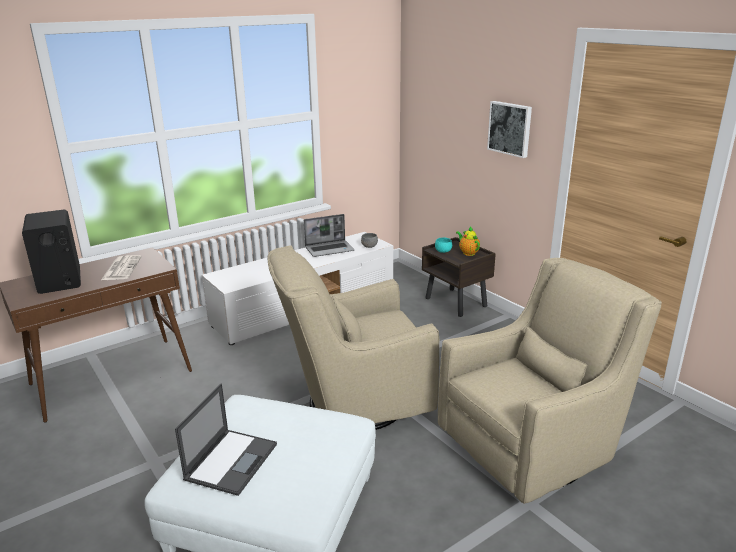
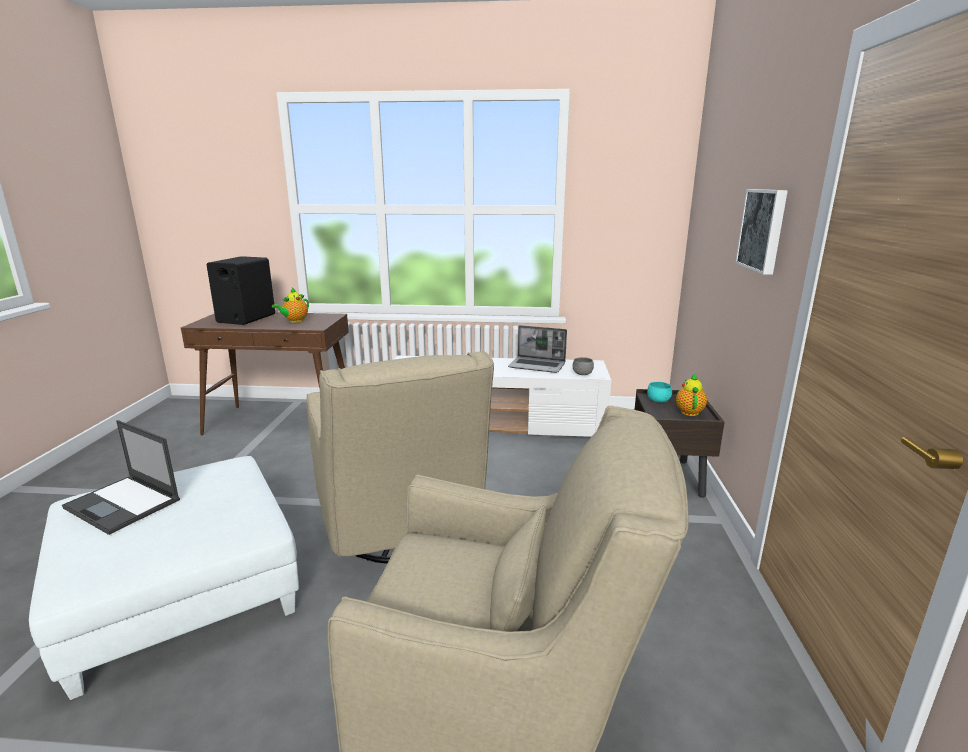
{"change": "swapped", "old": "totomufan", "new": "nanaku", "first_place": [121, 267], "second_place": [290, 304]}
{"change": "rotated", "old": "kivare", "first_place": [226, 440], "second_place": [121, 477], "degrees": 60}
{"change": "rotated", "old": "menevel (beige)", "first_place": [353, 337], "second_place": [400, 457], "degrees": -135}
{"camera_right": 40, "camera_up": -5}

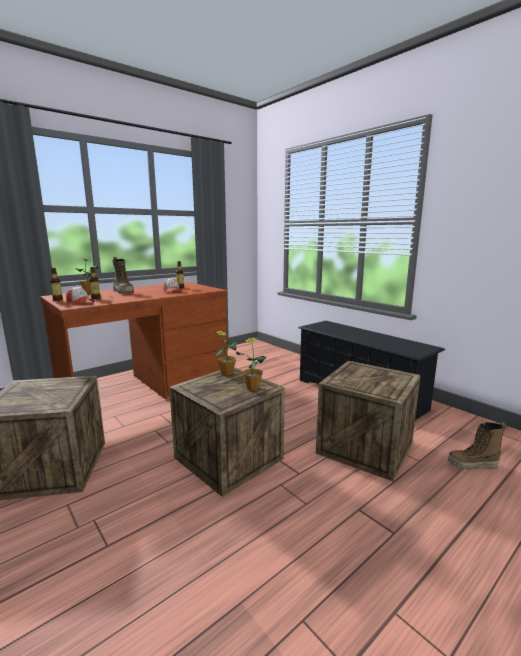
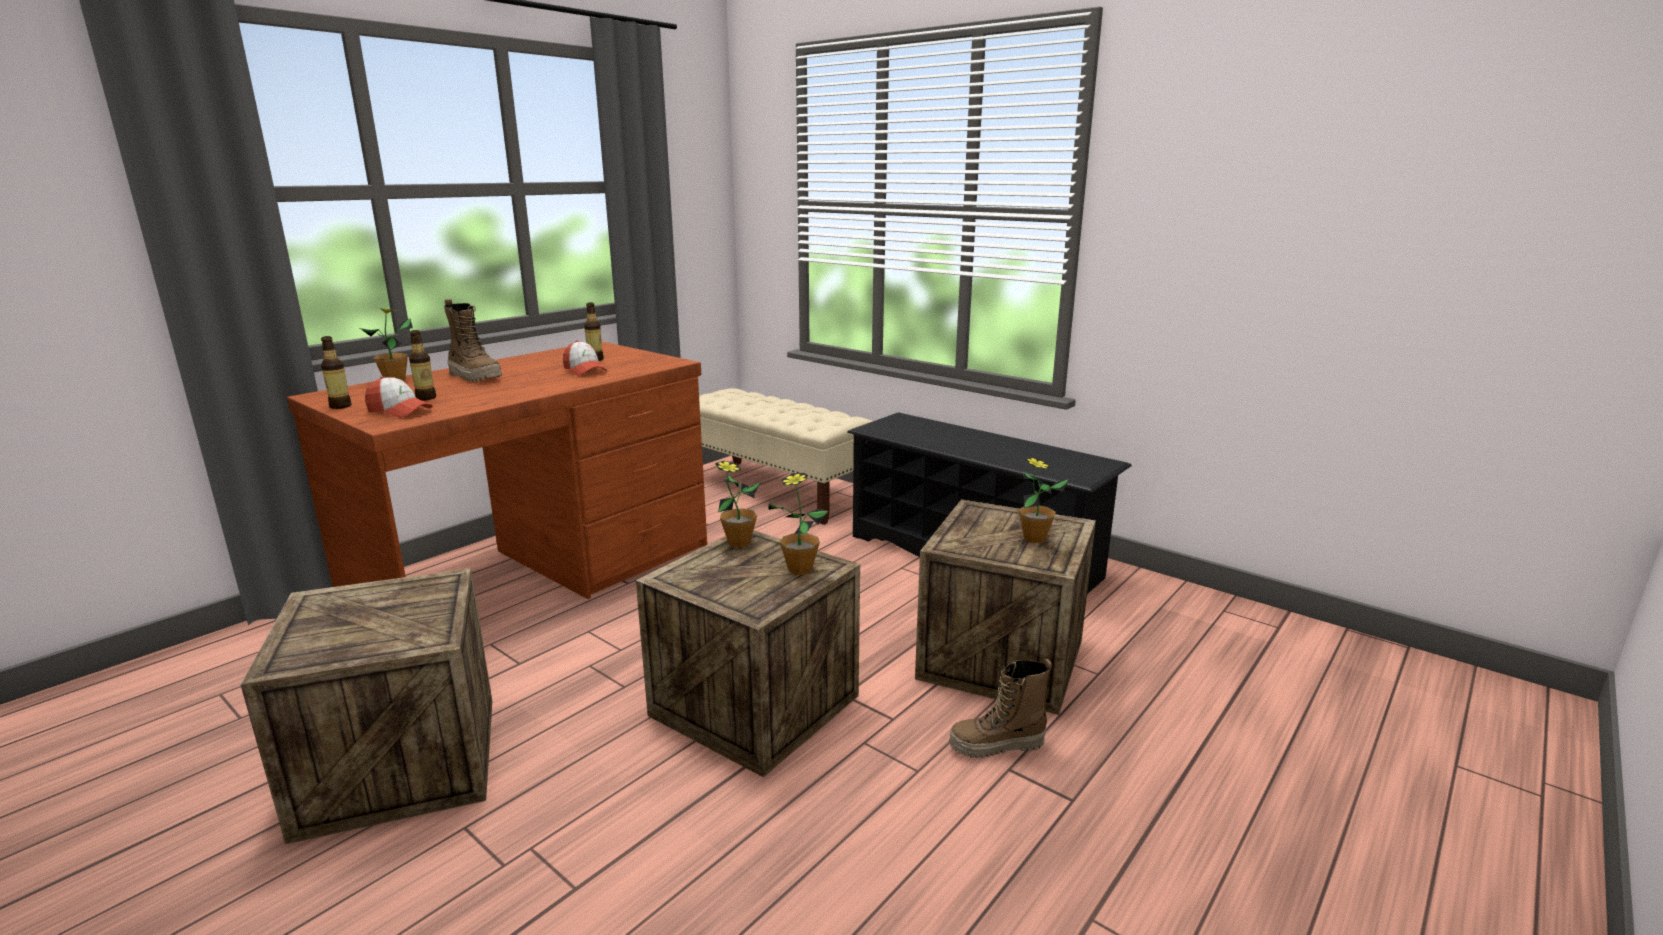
{"change": "shifted", "old": "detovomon", "first_place": [477, 446], "second_place": [1000, 708]}
{"change": "new", "new": "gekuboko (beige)", "second_place": [786, 456]}
{"change": "new", "new": "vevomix", "second_place": [1043, 500]}
{"camera_right": -10, "camera_up": 5}

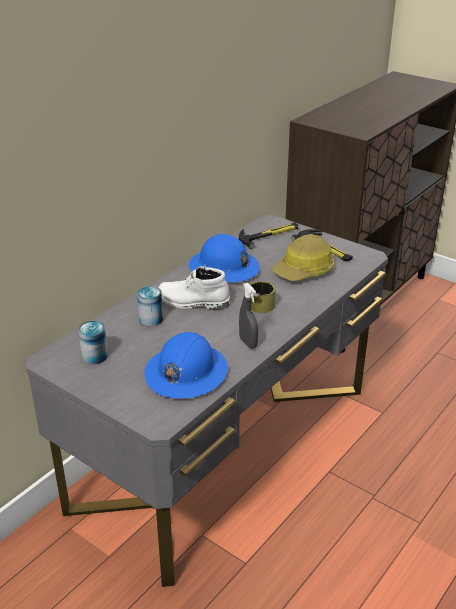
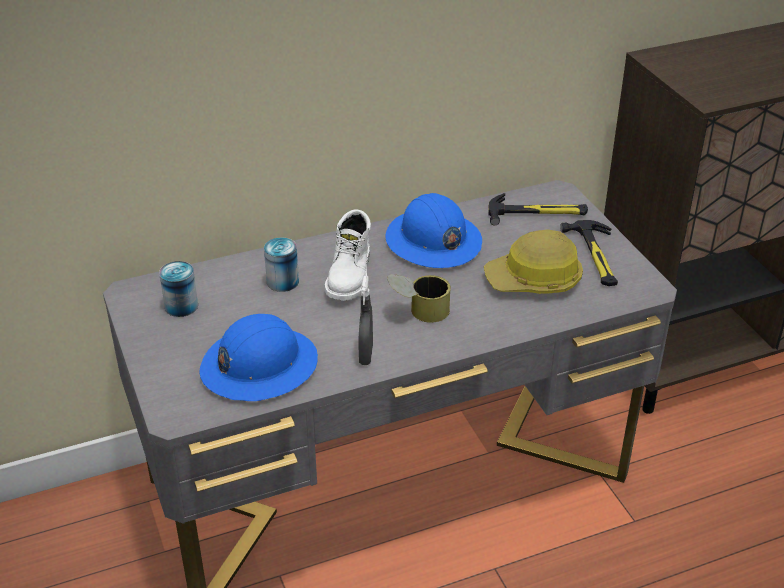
{"change": "rotated", "old": "detovomon (white)", "first_place": [194, 288], "second_place": [348, 255], "degrees": -120}
{"camera_right": 30, "camera_up": 5}

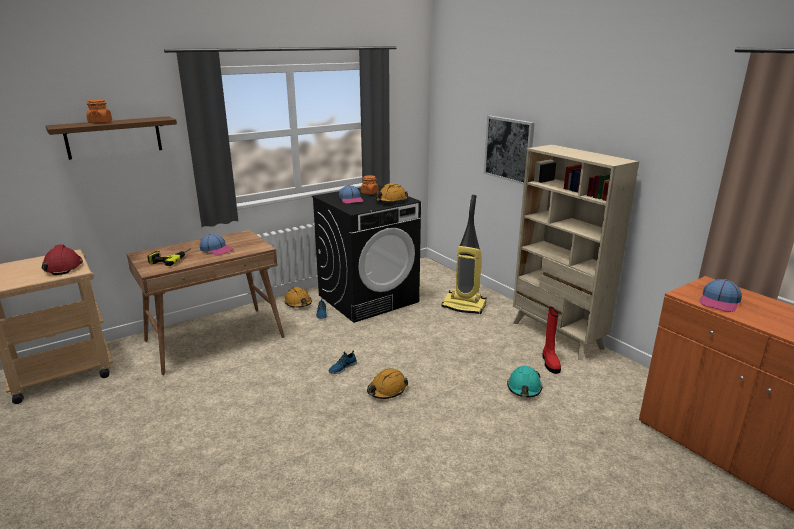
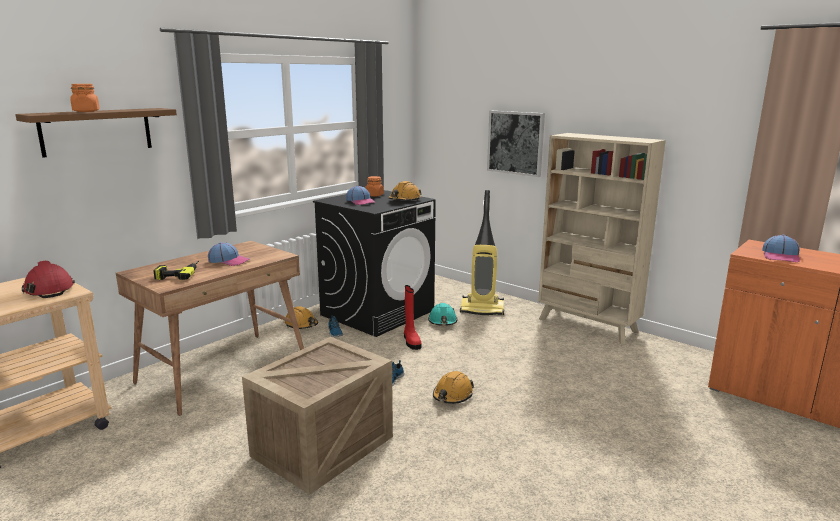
{"change": "shifted", "old": "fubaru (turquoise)", "first_place": [525, 381], "second_place": [443, 314]}
{"change": "shifted", "old": "detovomon (red)", "first_place": [551, 340], "second_place": [412, 317]}
{"change": "new", "new": "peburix", "second_place": [317, 416]}
{"camera_right": -15, "camera_up": -5}

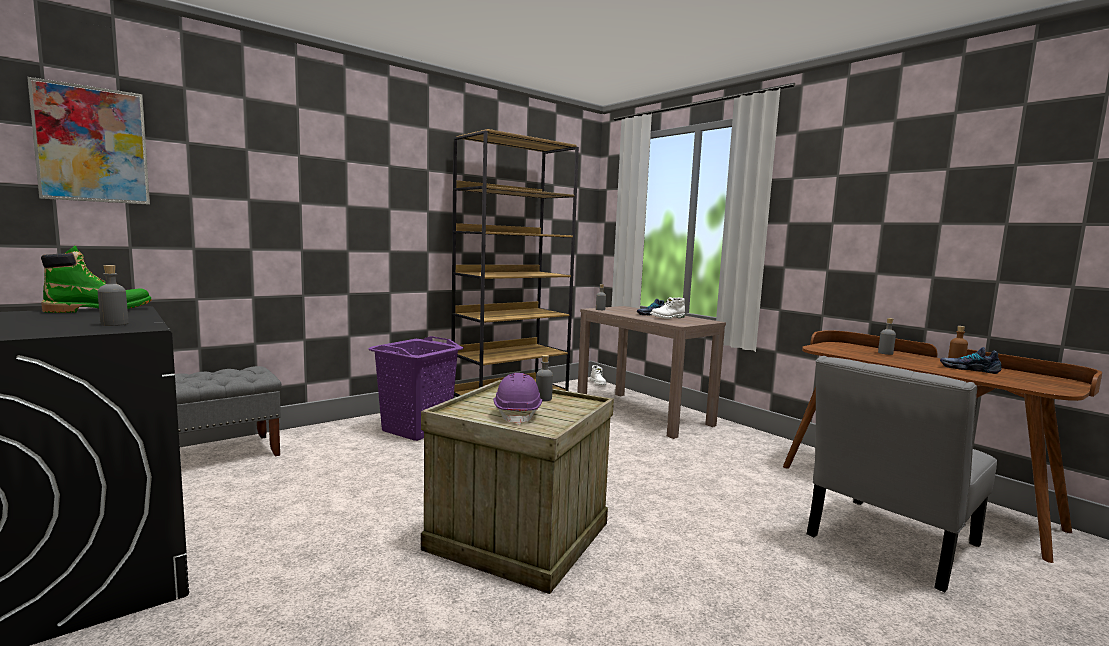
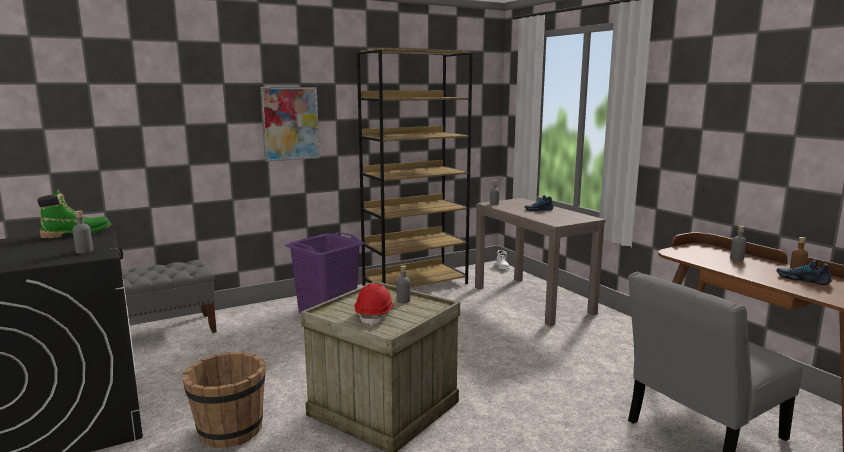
{"change": "shifted", "old": "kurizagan", "first_place": [88, 141], "second_place": [290, 124]}
{"change": "repainted", "old": "fubaru (purple)", "new": "fubaru (red)", "first_place": [518, 399], "second_place": [374, 304]}
{"change": "gone", "old": "detovomon (white)", "first_place": [667, 308]}
{"change": "new", "new": "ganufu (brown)", "second_place": [224, 400]}
{"camera_right": 10, "camera_up": 5}

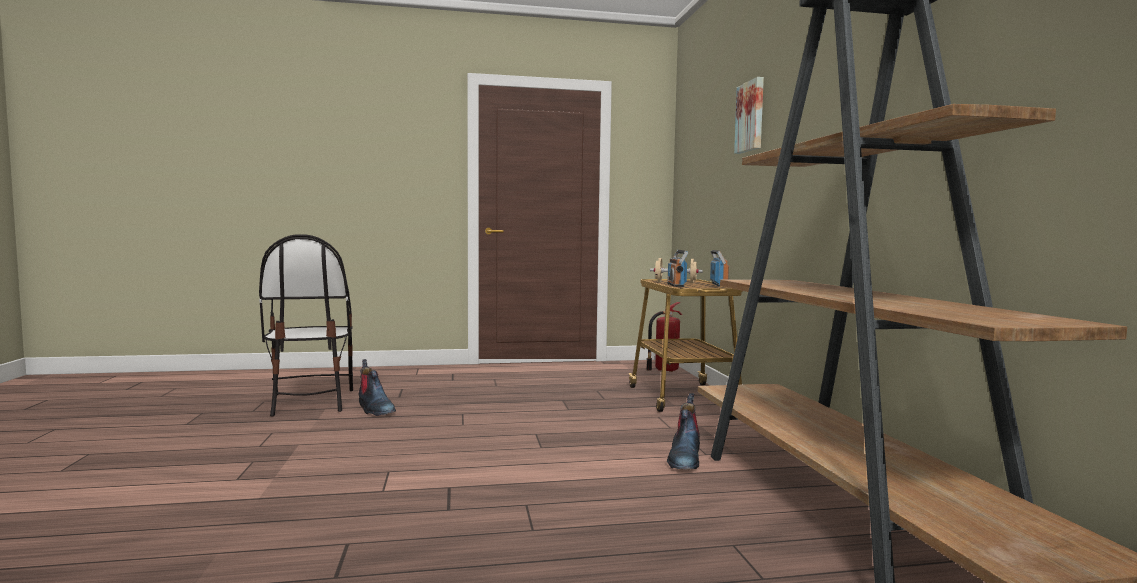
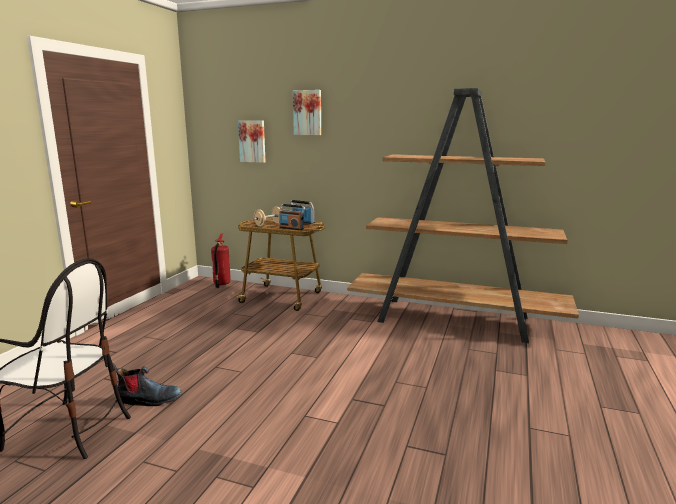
{"change": "gone", "old": "detovomon", "first_place": [683, 431]}
{"change": "new", "new": "kurizagan", "second_place": [252, 141]}
{"camera_right": -60, "camera_up": 10}

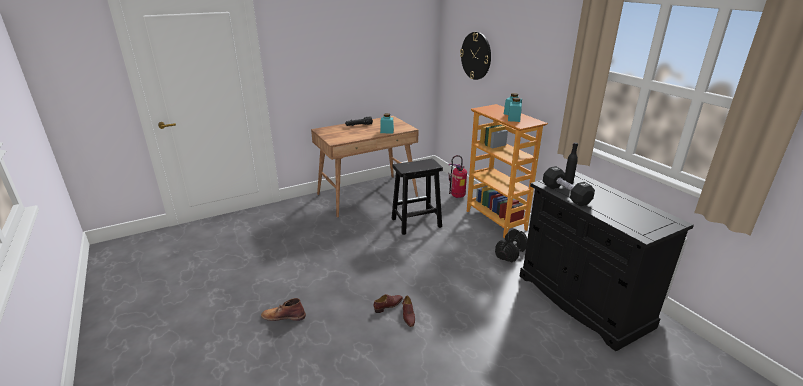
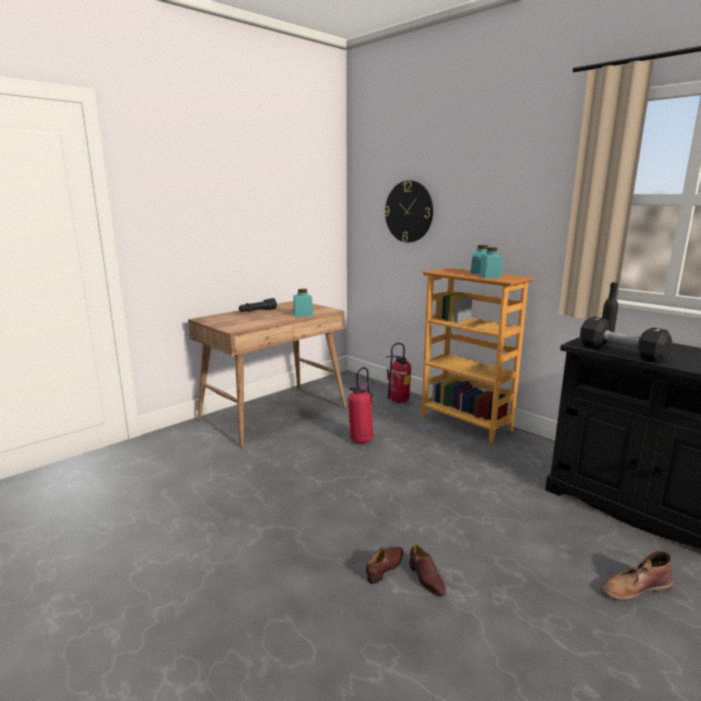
{"change": "shifted", "old": "detovomon (brown)", "first_place": [283, 309], "second_place": [637, 575]}
{"change": "swapped", "old": "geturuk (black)", "new": "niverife", "first_place": [417, 196], "second_place": [361, 405]}
{"change": "gone", "old": "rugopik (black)", "first_place": [511, 245]}
{"camera_right": -15, "camera_up": -10}

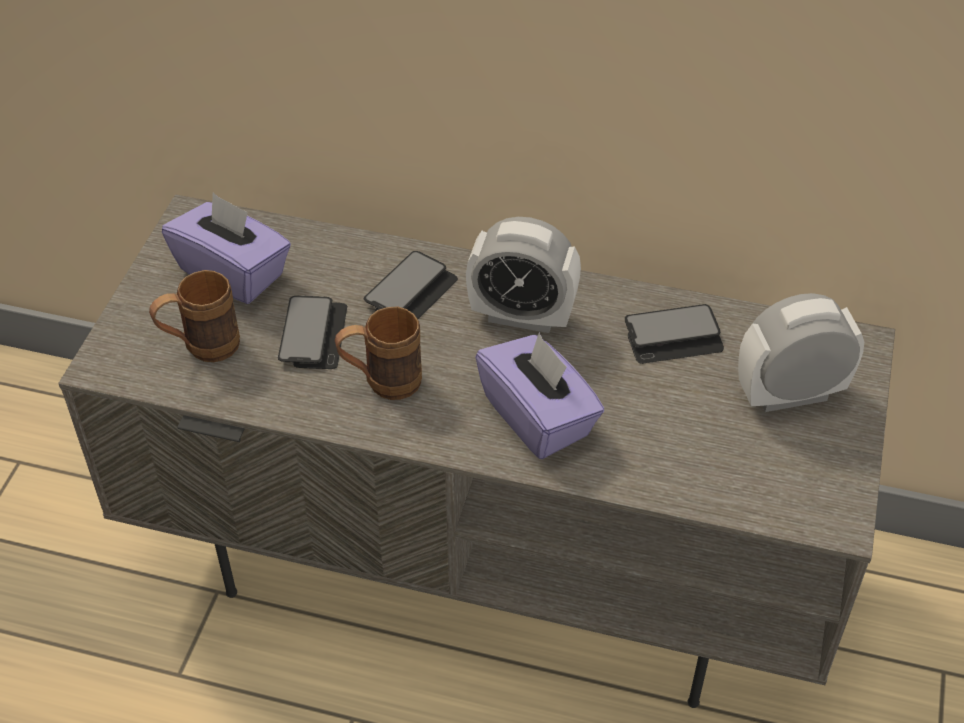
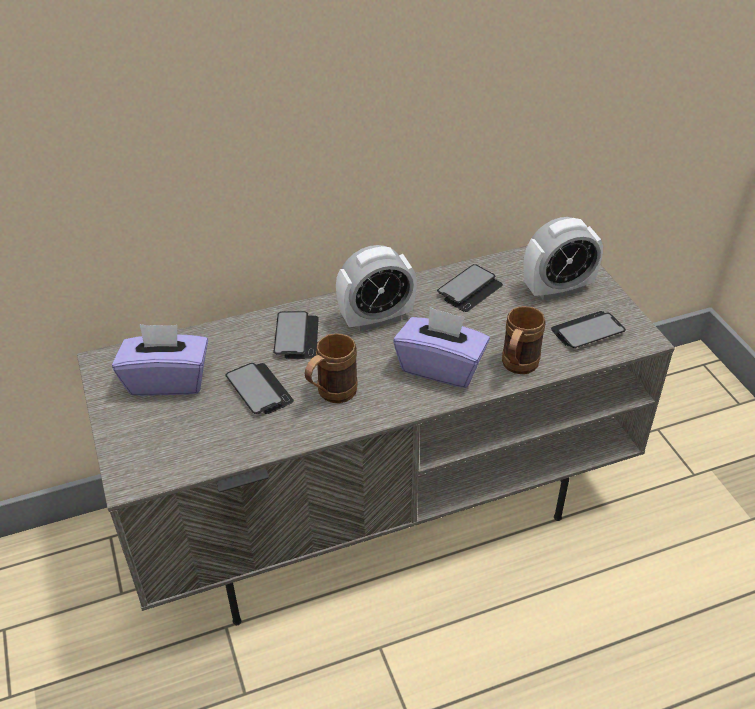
{"change": "shifted", "old": "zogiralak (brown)", "first_place": [194, 316], "second_place": [524, 340]}
{"change": "rotated", "old": "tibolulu", "first_place": [801, 352], "second_place": [563, 259], "degrees": -150}
{"change": "new", "new": "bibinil", "second_place": [588, 329]}
{"camera_right": -35, "camera_up": -5}

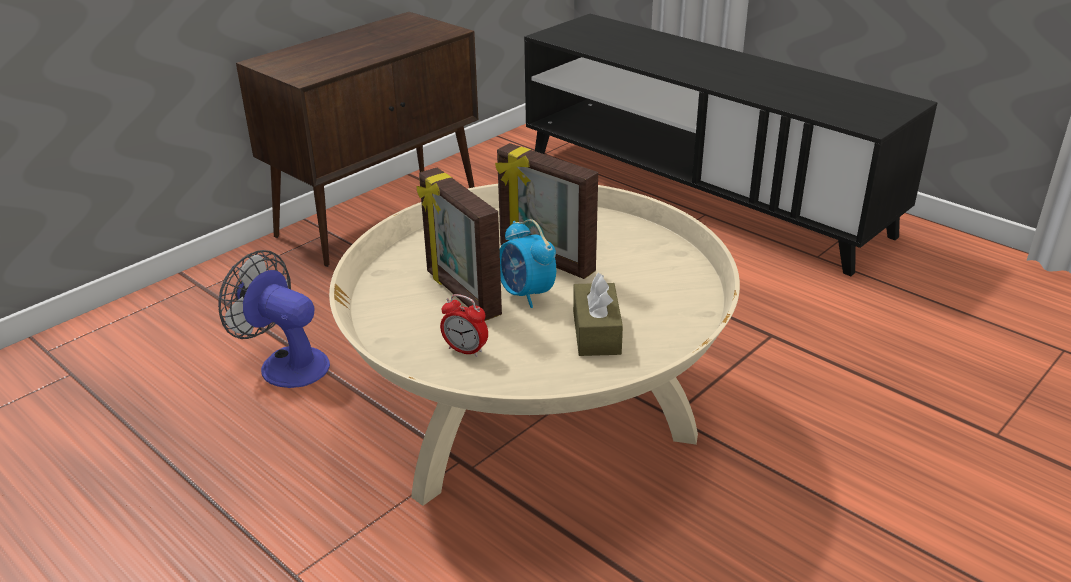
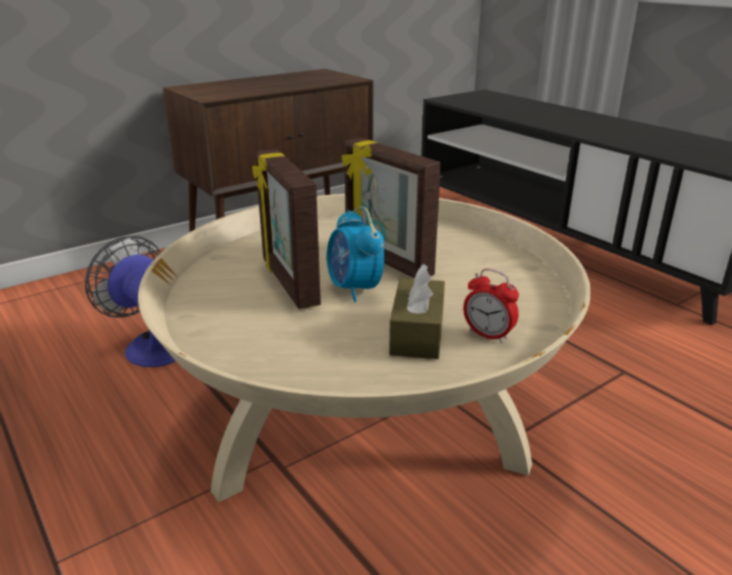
{"change": "shifted", "old": "tibolulu", "first_place": [464, 325], "second_place": [491, 305]}
{"camera_right": 10, "camera_up": -5}

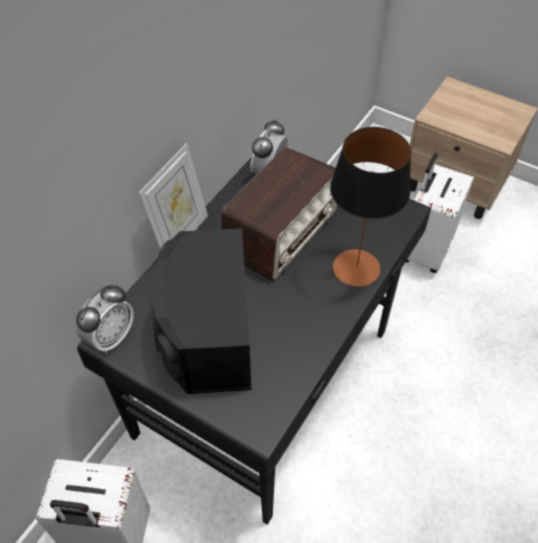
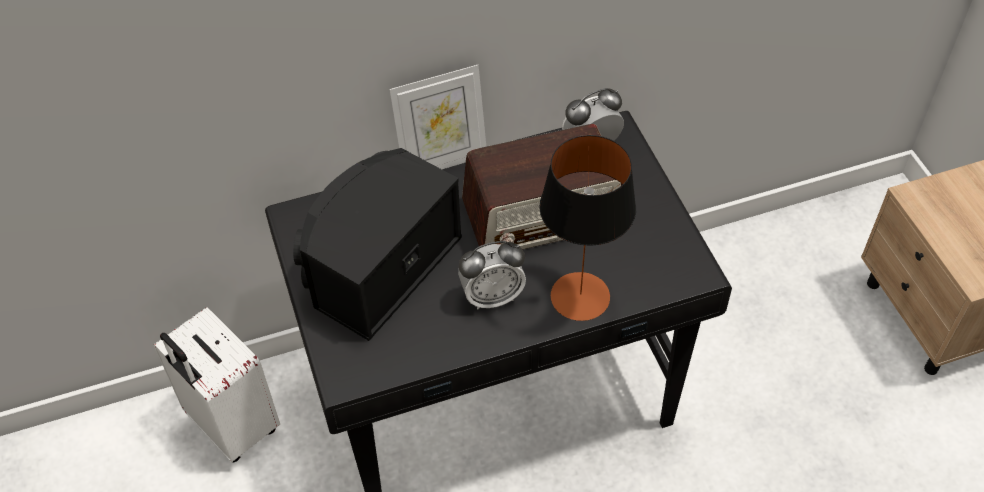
{"change": "shifted", "old": "tibolulu", "first_place": [105, 319], "second_place": [492, 275]}
{"change": "gone", "old": "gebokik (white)", "first_place": [440, 213]}
{"camera_right": 40, "camera_up": 0}

